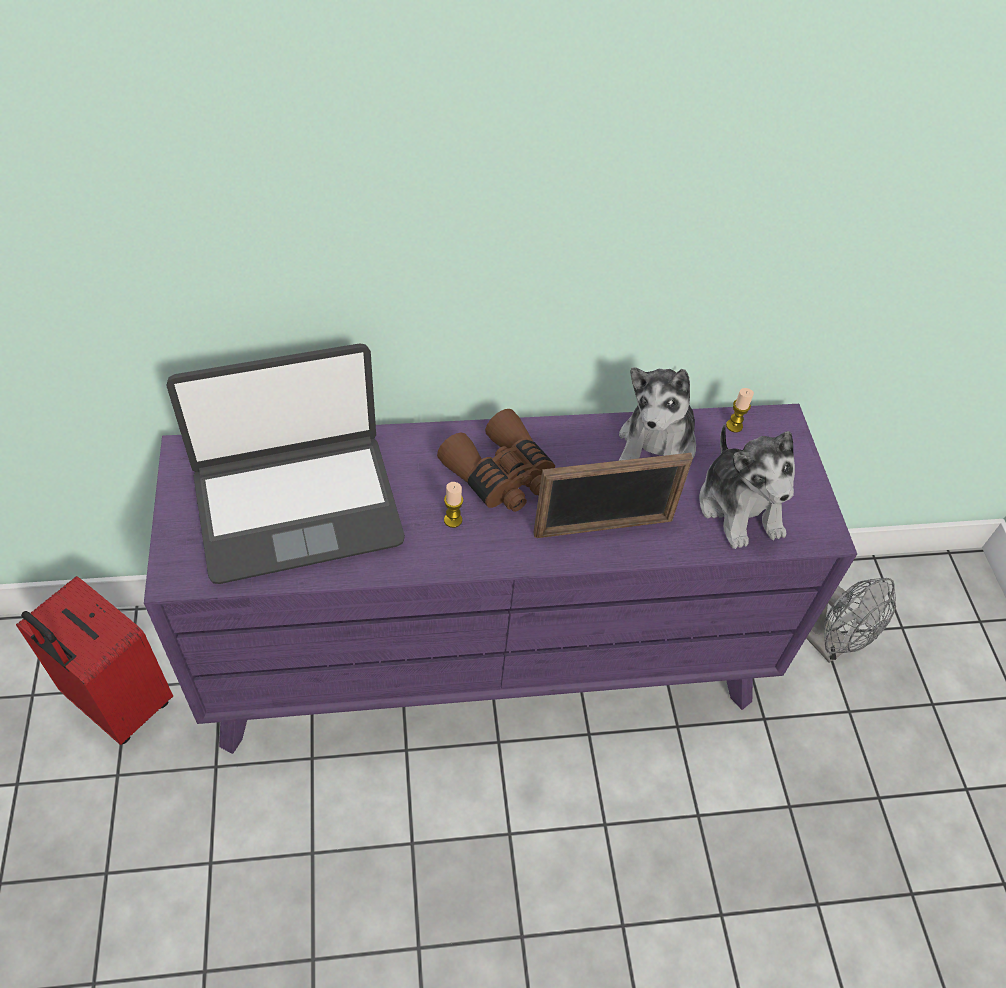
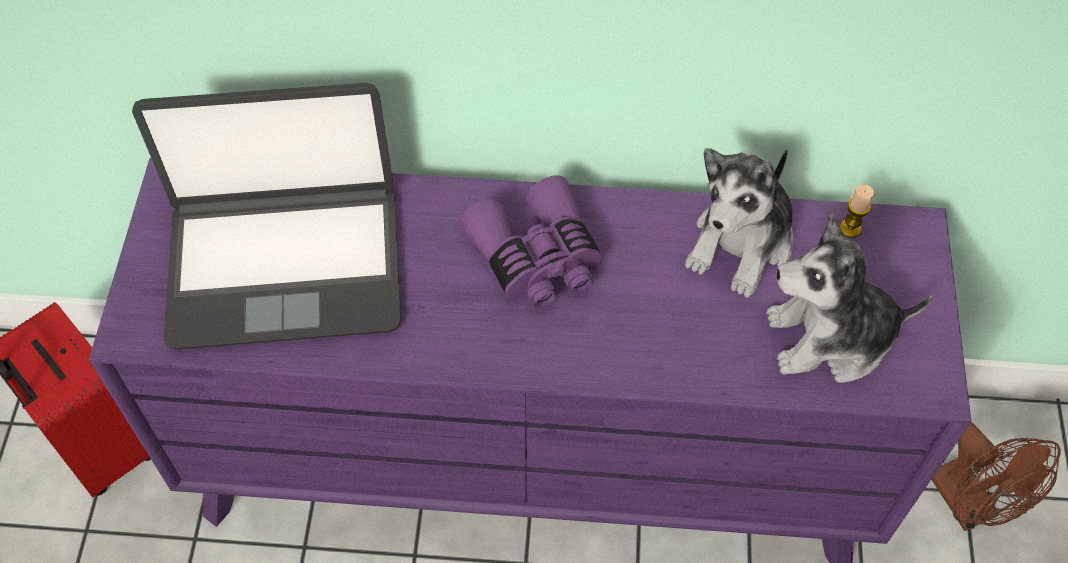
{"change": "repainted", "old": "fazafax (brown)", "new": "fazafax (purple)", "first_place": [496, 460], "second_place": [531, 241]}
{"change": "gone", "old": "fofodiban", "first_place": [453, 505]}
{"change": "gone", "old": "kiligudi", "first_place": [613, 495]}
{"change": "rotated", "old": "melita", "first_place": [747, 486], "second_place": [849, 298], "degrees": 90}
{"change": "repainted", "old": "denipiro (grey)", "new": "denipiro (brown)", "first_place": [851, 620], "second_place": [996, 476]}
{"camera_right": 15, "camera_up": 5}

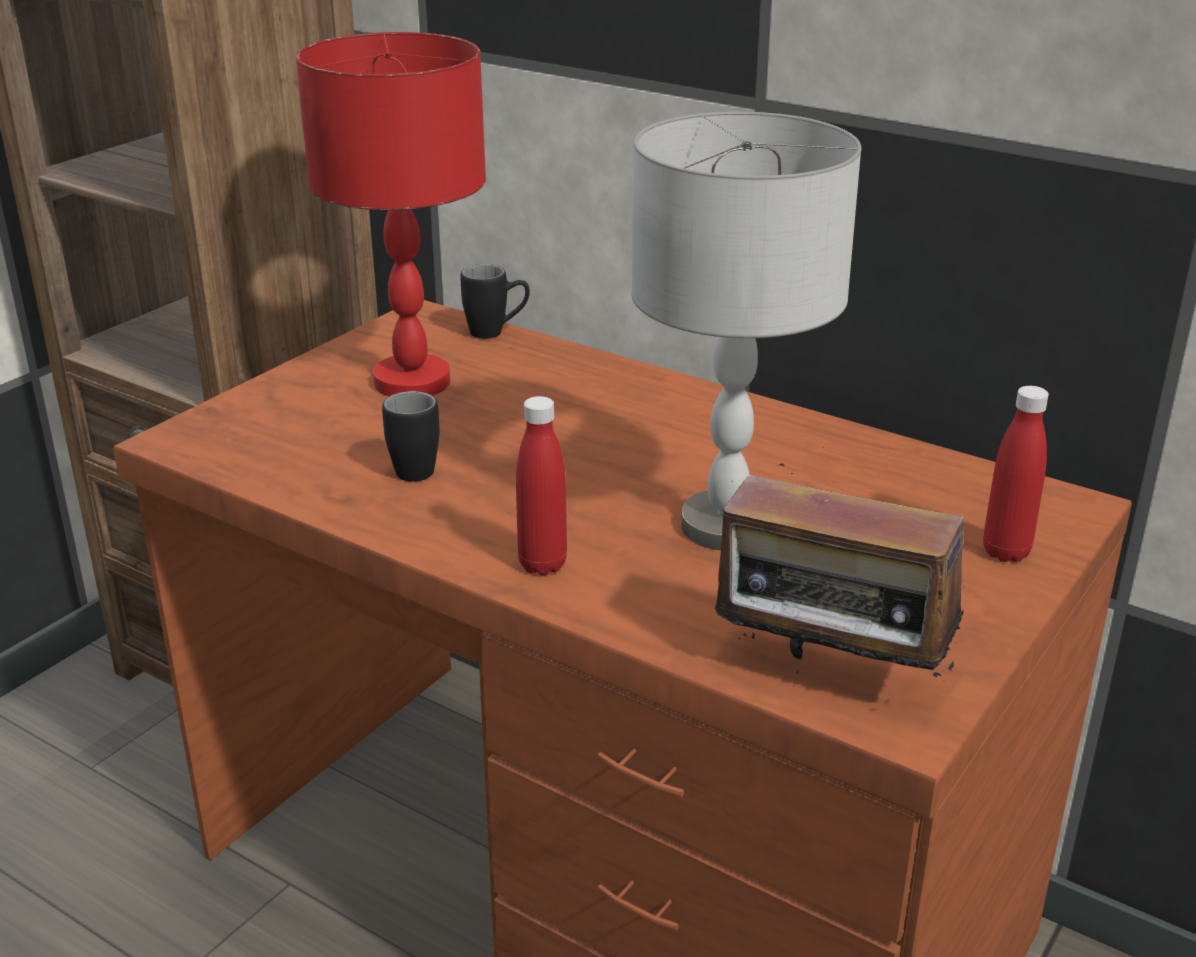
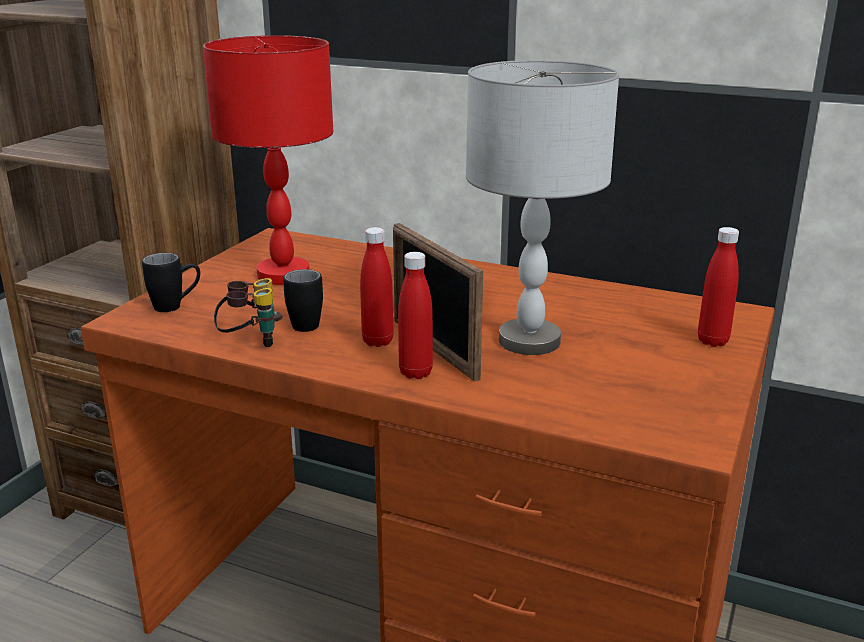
{"change": "shifted", "old": "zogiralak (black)", "first_place": [495, 301], "second_place": [171, 282]}
{"change": "gone", "old": "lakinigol", "first_place": [839, 564]}
{"change": "new", "new": "fazafax", "second_place": [248, 312]}
{"change": "new", "new": "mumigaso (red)", "second_place": [376, 287]}
{"change": "new", "new": "kiligudi", "second_place": [438, 302]}
{"camera_right": -10, "camera_up": -5}

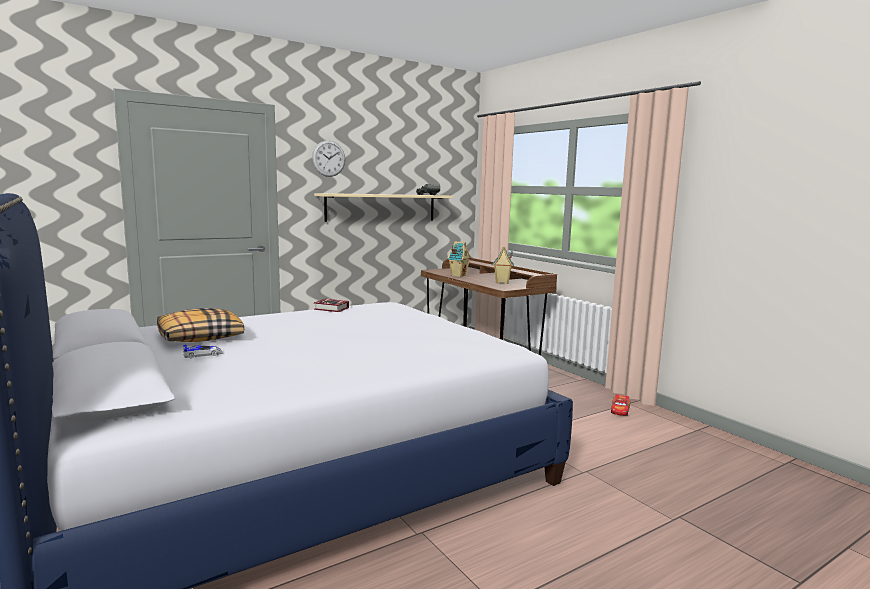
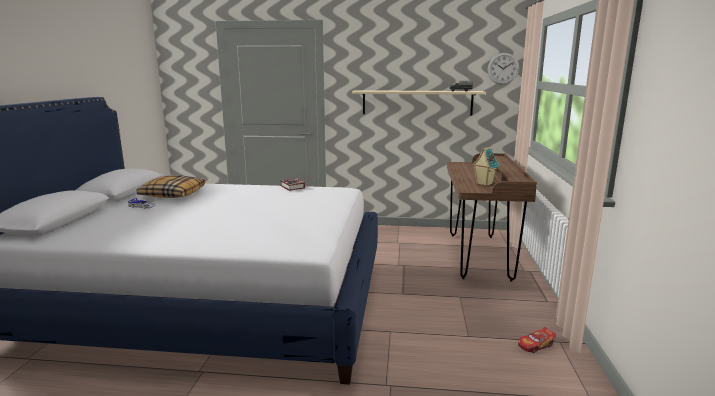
{"change": "shifted", "old": "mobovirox", "first_place": [328, 158], "second_place": [503, 69]}
{"change": "gone", "old": "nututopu", "first_place": [459, 259]}
{"camera_right": 40, "camera_up": 5}

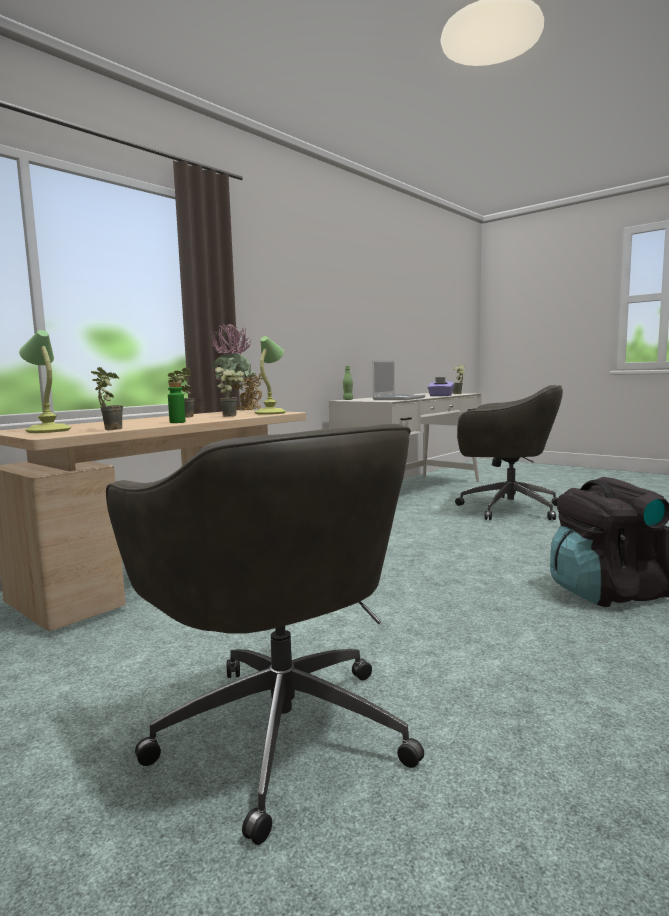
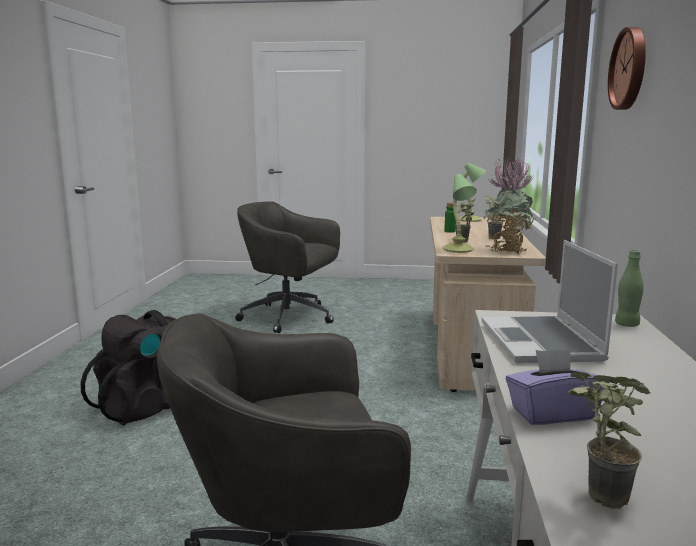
{"change": "gone", "old": "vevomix", "first_place": [107, 398]}
{"change": "new", "new": "mobovirox", "second_place": [627, 68]}
{"camera_right": 145, "camera_up": 5}

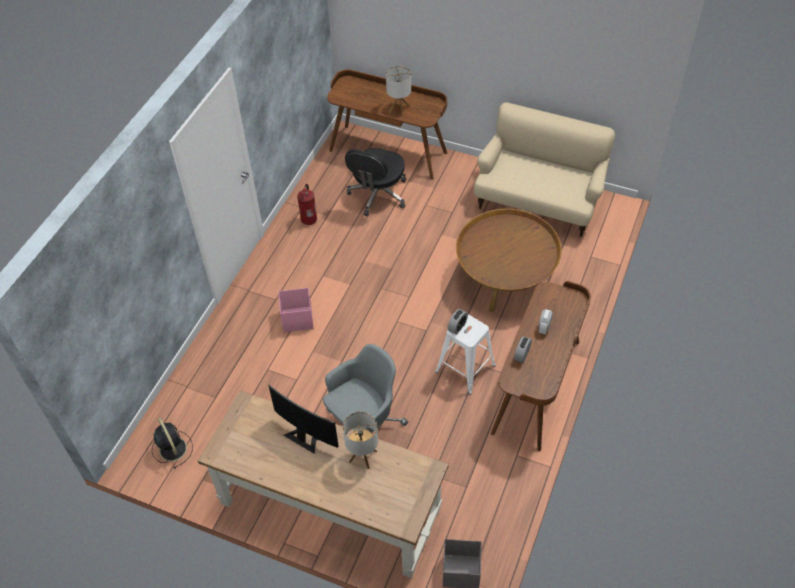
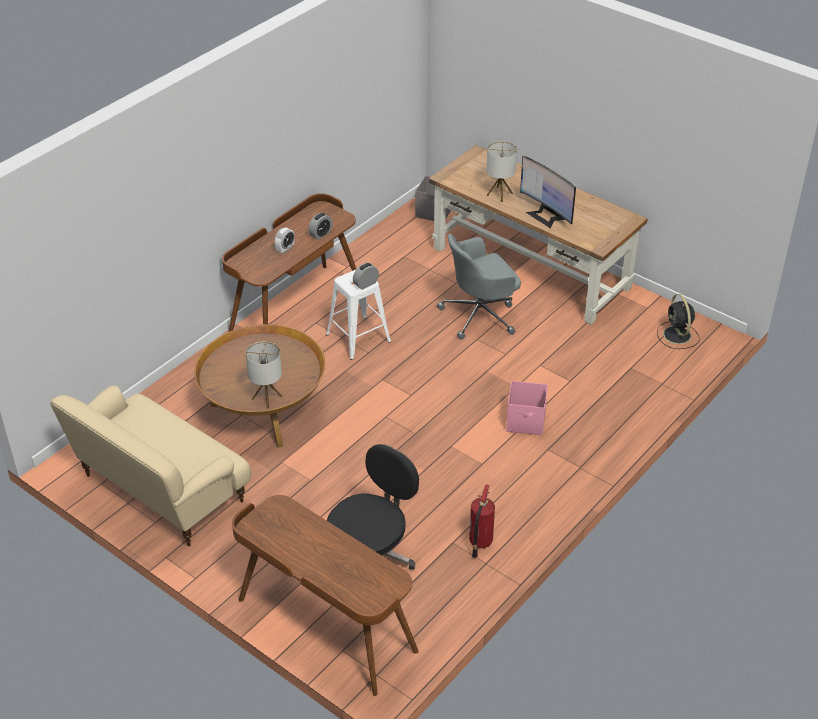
{"change": "shifted", "old": "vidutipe", "first_place": [398, 91], "second_place": [264, 374]}
{"camera_right": -165, "camera_up": -10}

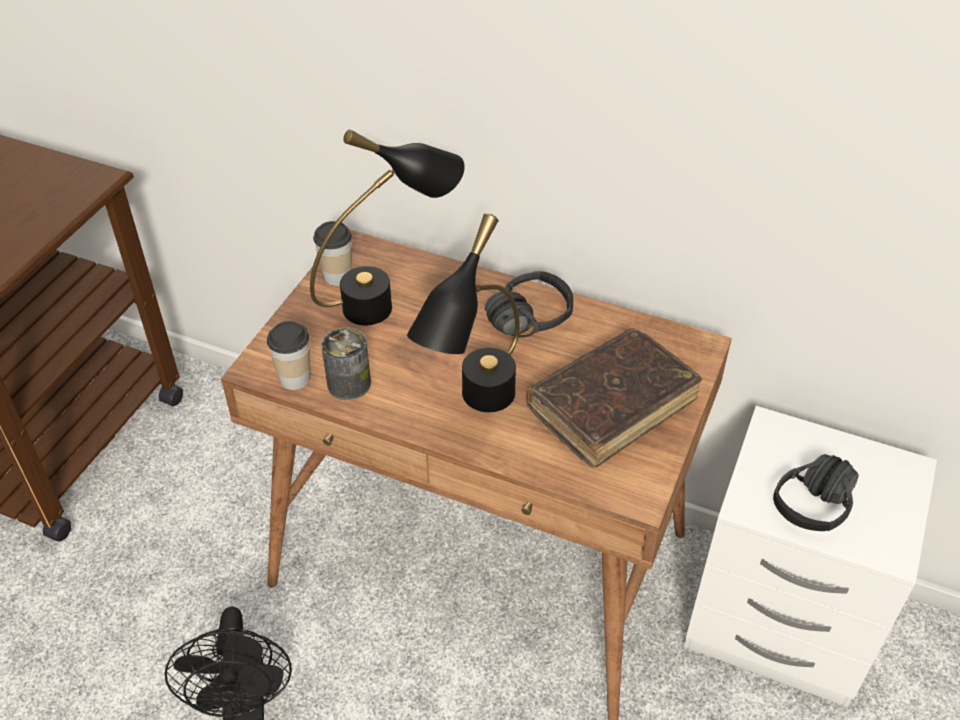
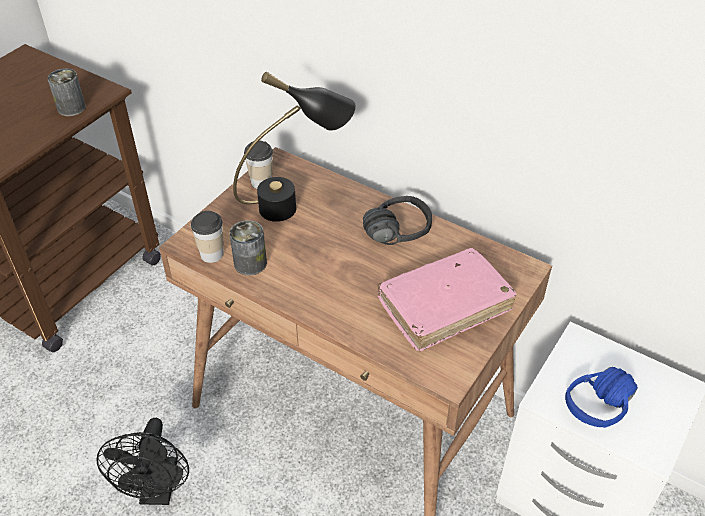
{"change": "gone", "old": "vidutipe (black)", "first_place": [463, 313]}
{"change": "repainted", "old": "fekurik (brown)", "new": "fekurik (pink)", "first_place": [614, 398], "second_place": [447, 299]}
{"change": "repainted", "old": "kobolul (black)", "new": "kobolul (blue)", "first_place": [816, 492], "second_place": [601, 397]}
{"change": "new", "new": "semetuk", "second_place": [66, 92]}
{"camera_right": 10, "camera_up": 0}

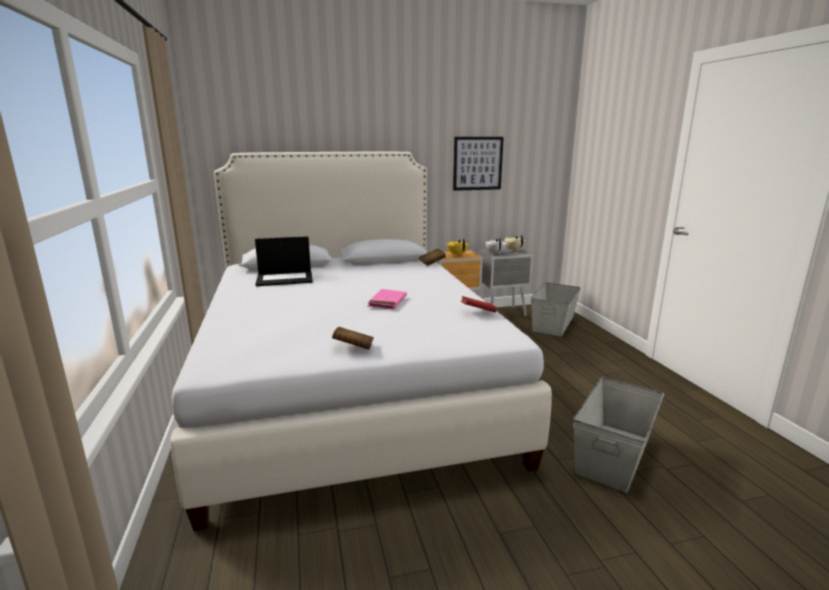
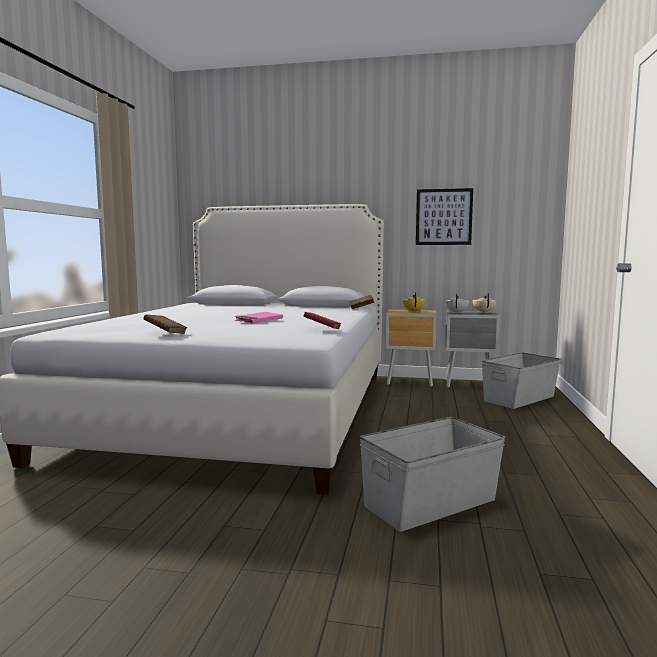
{"change": "gone", "old": "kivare", "first_place": [284, 261]}
{"camera_right": 25, "camera_up": -10}

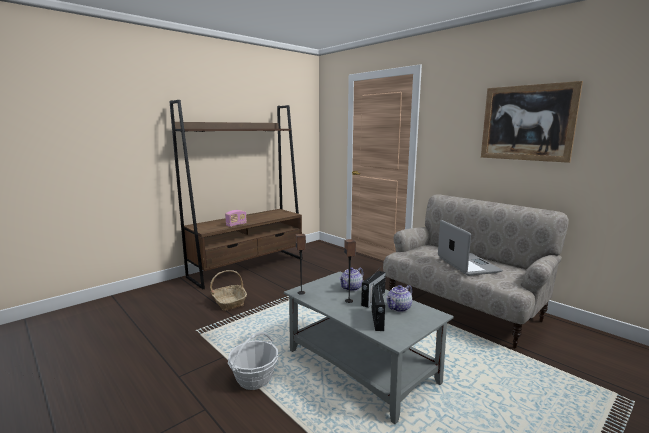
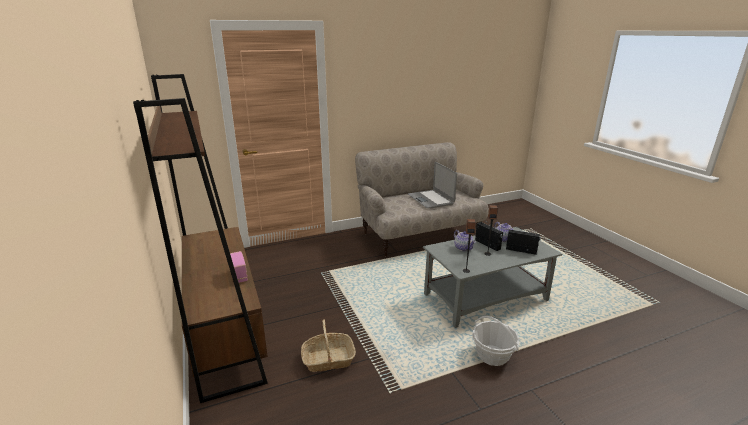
{"change": "rotated", "old": "kivare", "first_place": [470, 248], "second_place": [432, 185], "degrees": -120}
{"change": "gone", "old": "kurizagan", "first_place": [532, 122]}
{"camera_right": -70, "camera_up": 10}

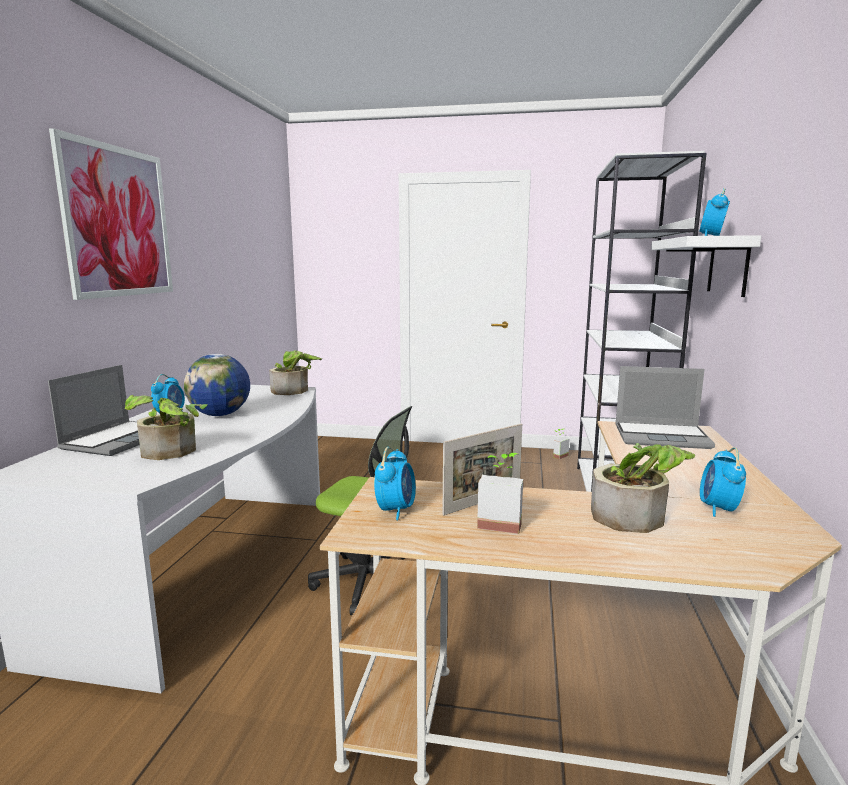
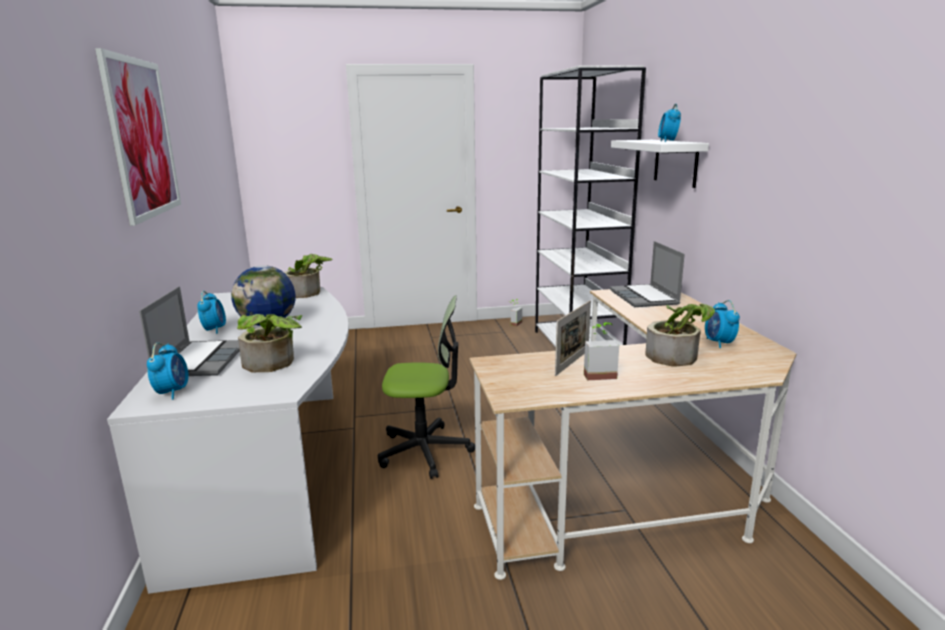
{"change": "shifted", "old": "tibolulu", "first_place": [395, 483], "second_place": [167, 371]}
{"change": "rotated", "old": "kivare", "first_place": [665, 407], "second_place": [647, 274], "degrees": 90}
{"camera_right": -20, "camera_up": 5}

